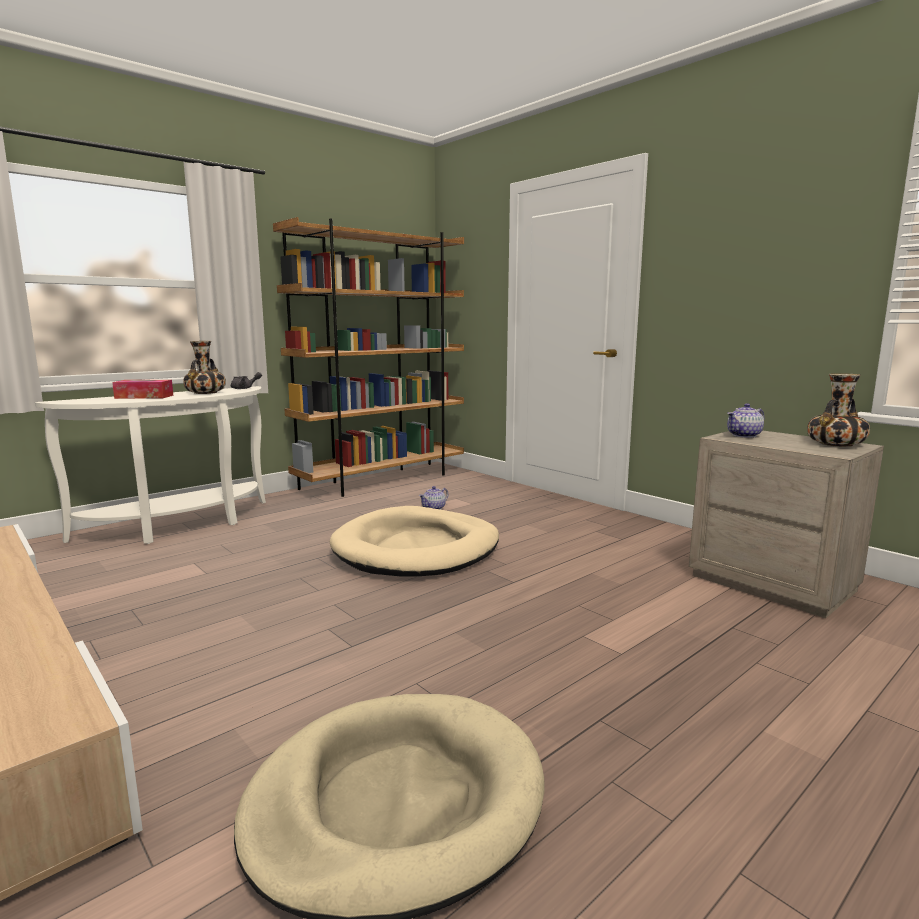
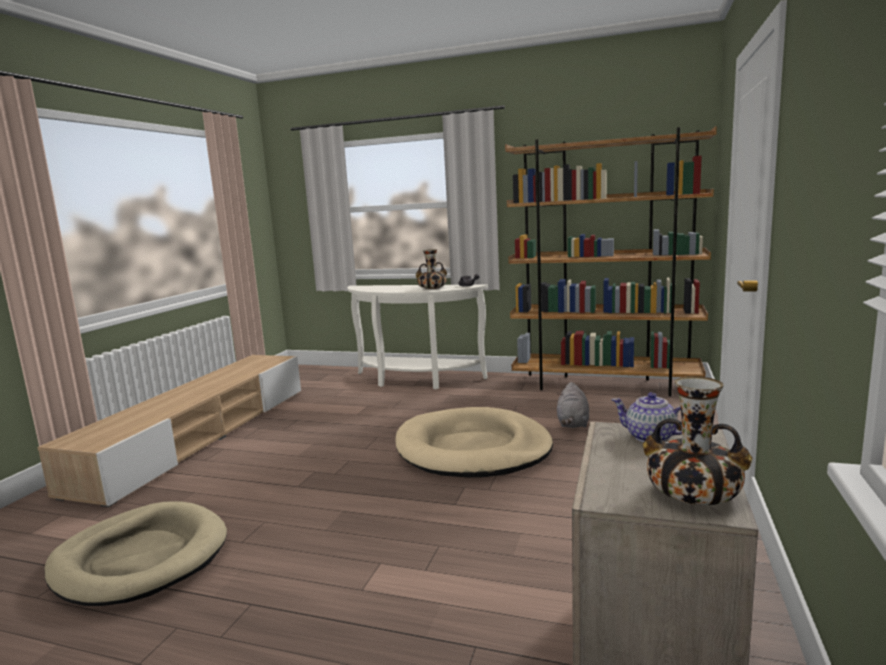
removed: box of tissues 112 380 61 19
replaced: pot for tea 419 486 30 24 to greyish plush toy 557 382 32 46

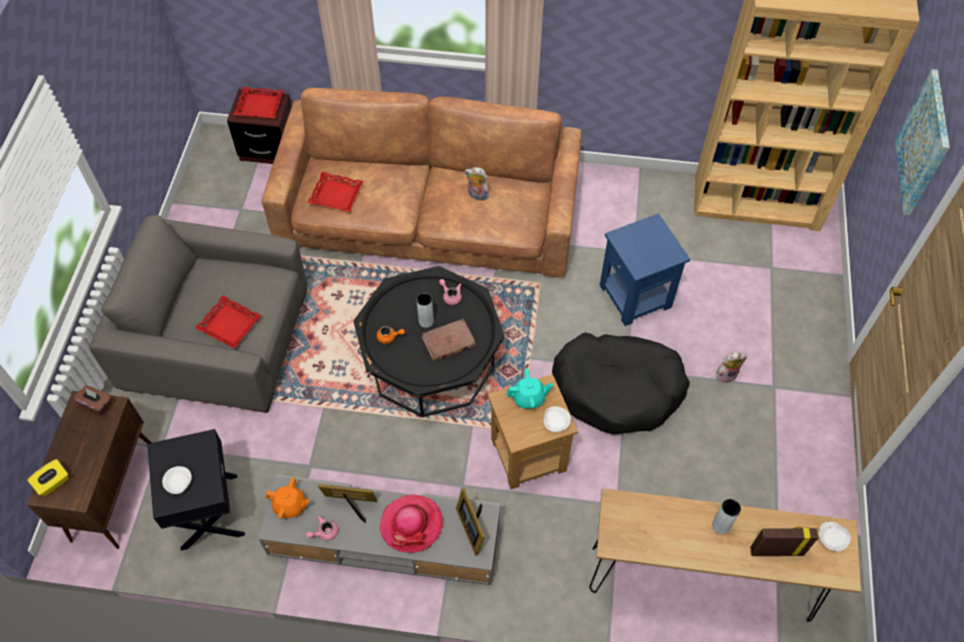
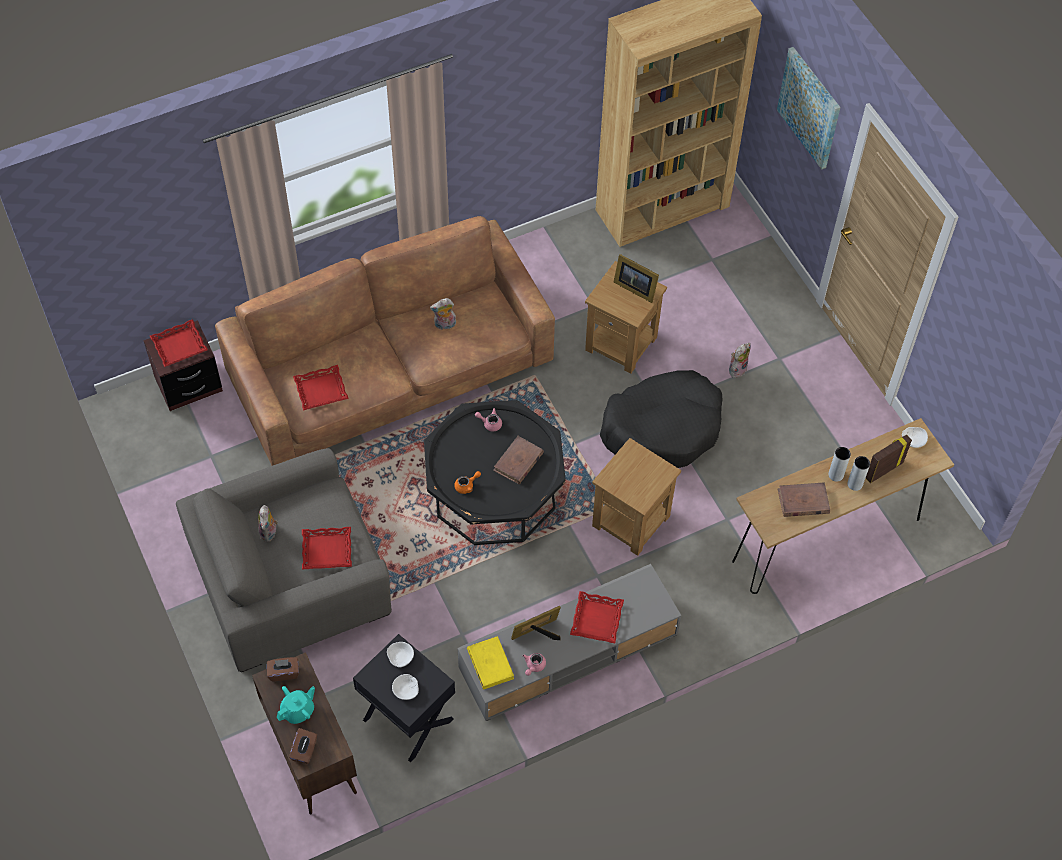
added: brown-coloured bound book 778 482 52 35; plush toy 258 505 20 37
moved: greyish flower vase 416 293 18 35 to 847 456 23 35; turquoise-coloured pot for tea 507 369 46 40 to 277 686 38 38; white serving bowl 544 406 27 26 to 387 642 27 25; photo frame 456 488 29 68 to 614 254 45 49
replaced: orange pot for tea 265 477 45 42 to yellow-coloured bound book 467 636 47 53; clothing hat 380 495 63 58 to reddish tray 570 591 54 52
recoloured: blue-coloured accent table 600 213 90 113 to brown-coloured accent table 585 261 82 113; yellow-coloured box of tissues 27 459 41 37 to brown-coloured box of tissues 289 728 28 36

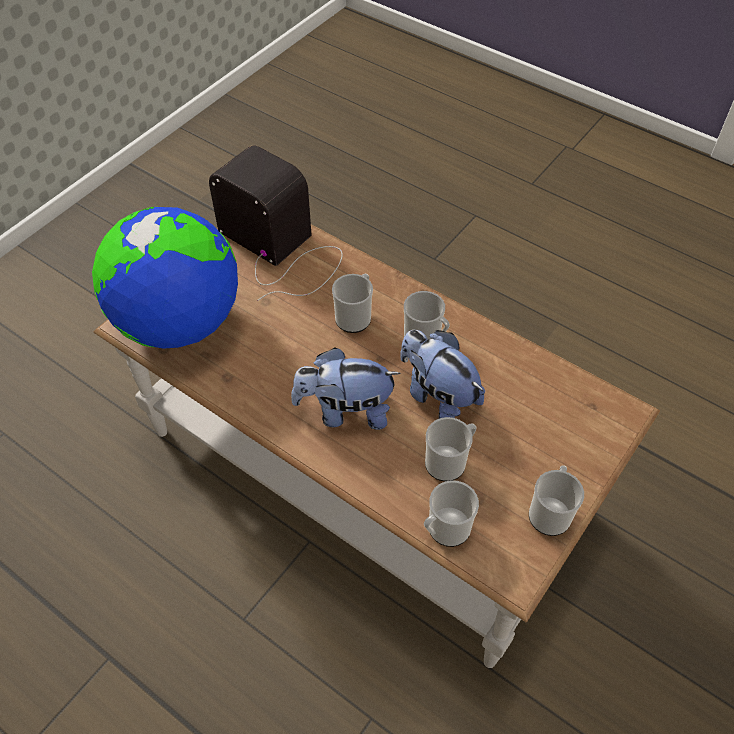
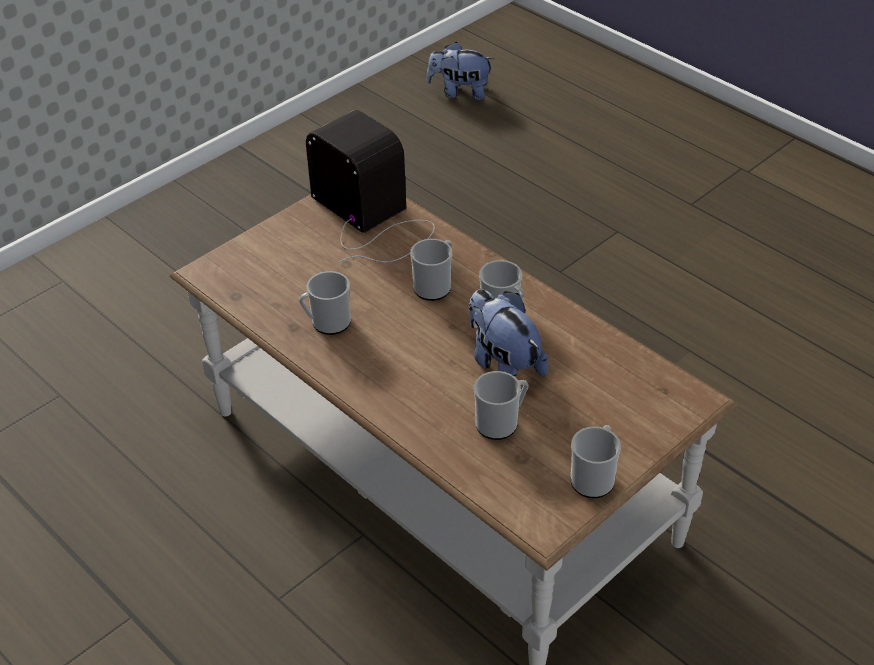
removed: globe 92 207 146 142
moved: plush toy 291 347 110 83 to 426 42 68 58; tea mug 424 480 55 67 to 299 271 52 64

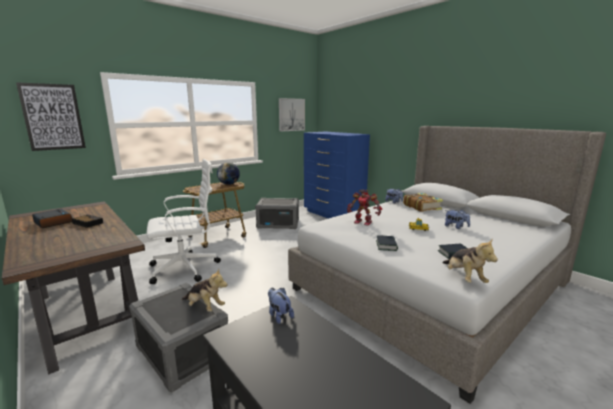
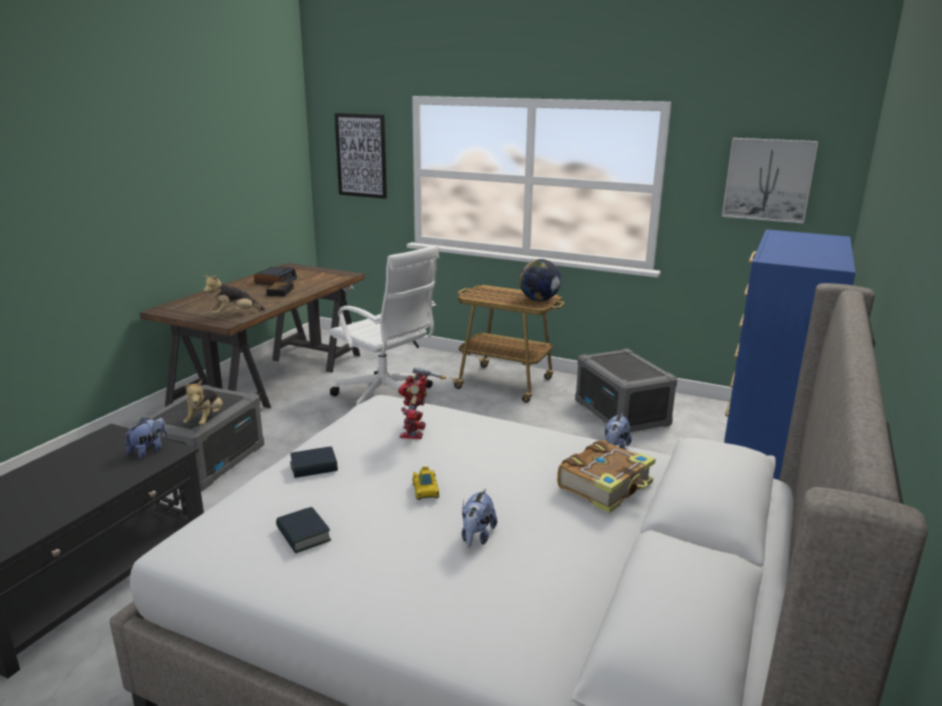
moved: plush toy 442 238 56 45 to 203 275 62 40

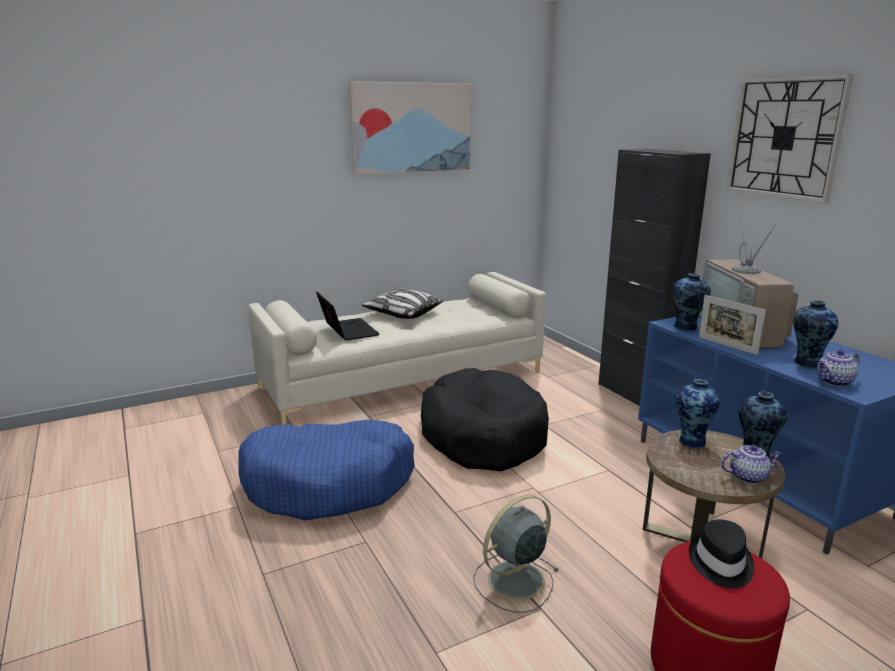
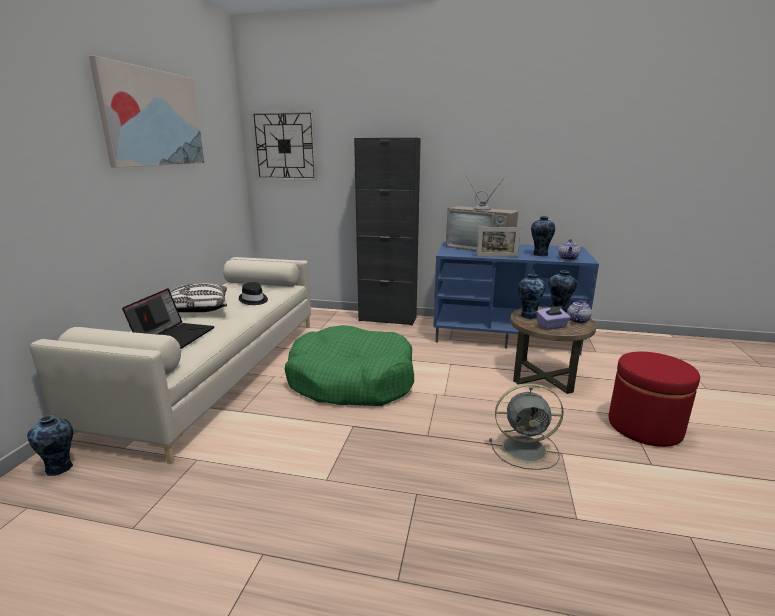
removed: blue-coloured dog cushion 238 420 177 101
added: purple box of tissues 536 306 35 24
moved: wall clock 726 74 128 129 to 250 110 67 71; flower vase 673 273 38 58 to 27 415 46 61; black-coloured clothing hat 689 519 65 70 to 239 282 29 23
recoloured: black-coloured dog cushion 421 368 128 103 to greenish dog cushion 285 325 129 81
turned: portable computer 316 292 64 49 = 122 288 93 61 90 degrees clockwise; greyish fan 473 495 86 118 = 489 383 75 87 90 degrees counterclockwise

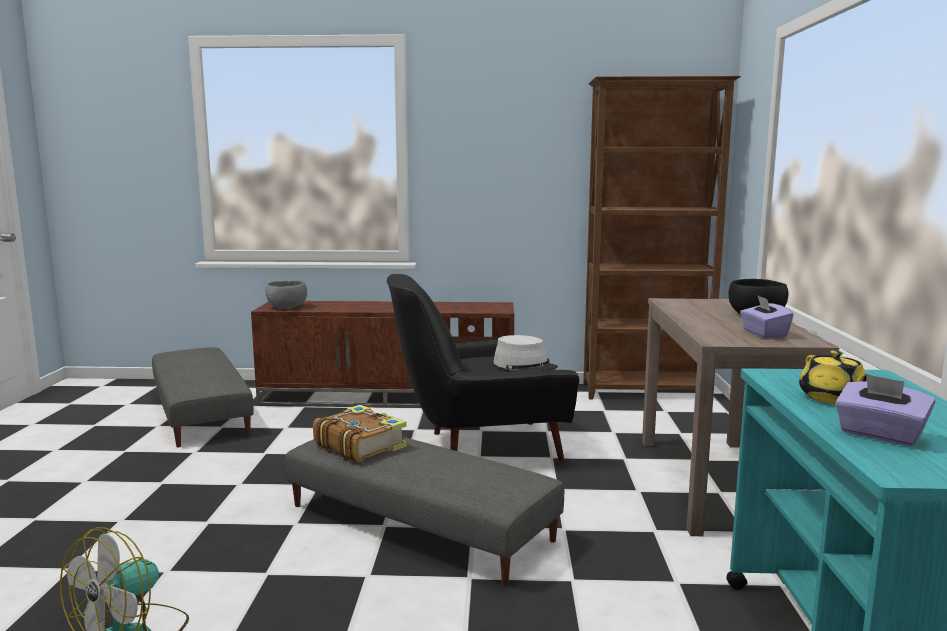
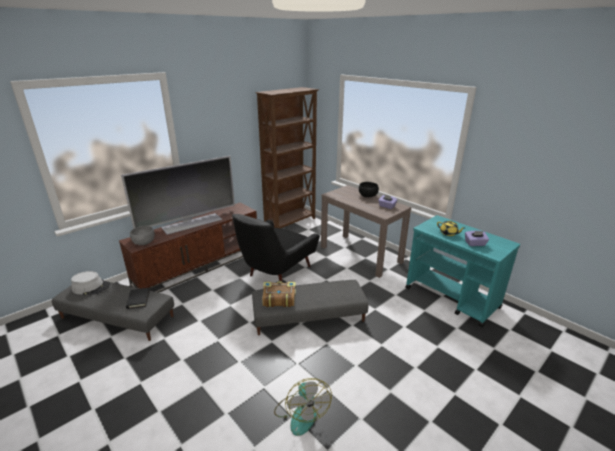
added: television 121 156 114 79; black-coloured bound book 126 288 24 21
moved: greyish clothing hat 494 335 64 37 to 71 271 39 24

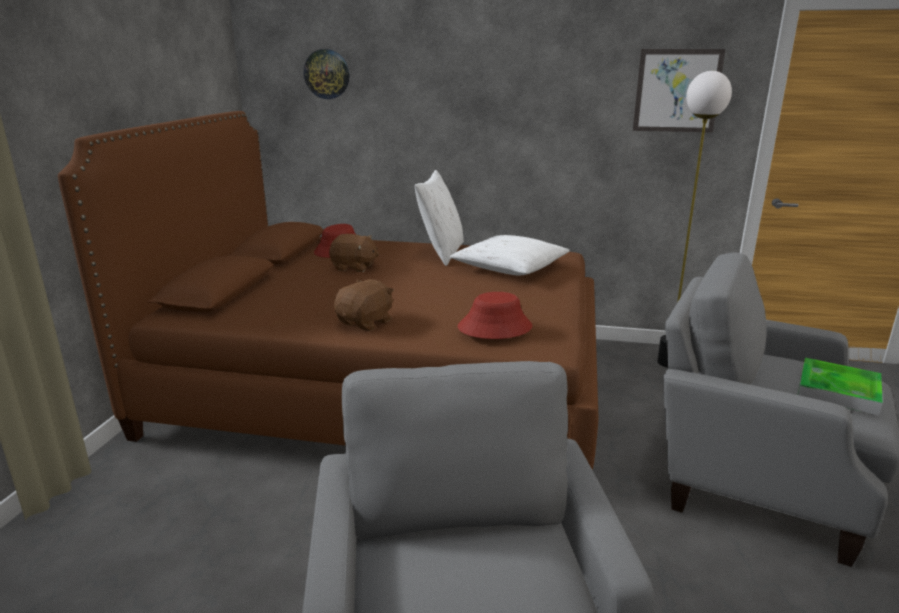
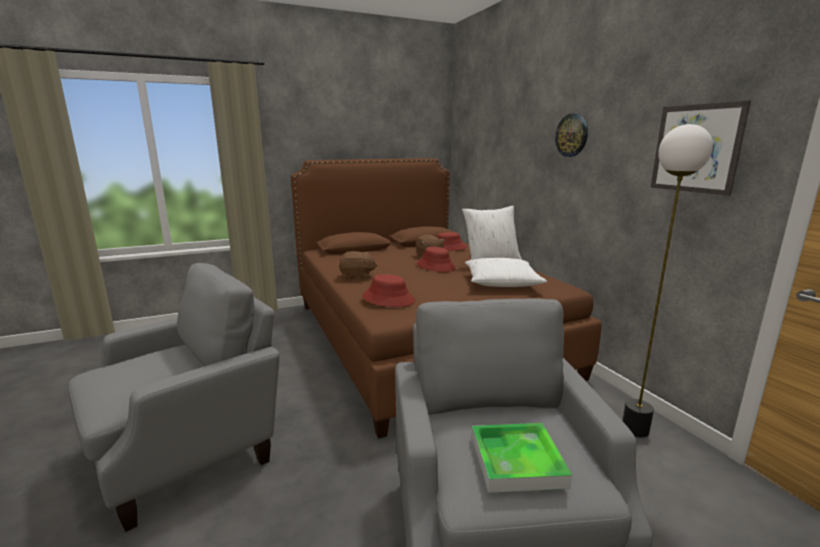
added: reddish clothing hat 417 247 39 25
moved: wall clock 304 49 45 50 to 555 114 33 43

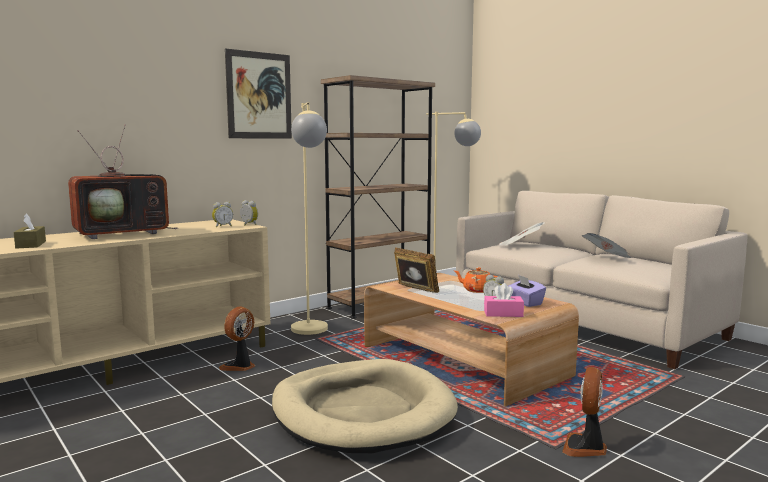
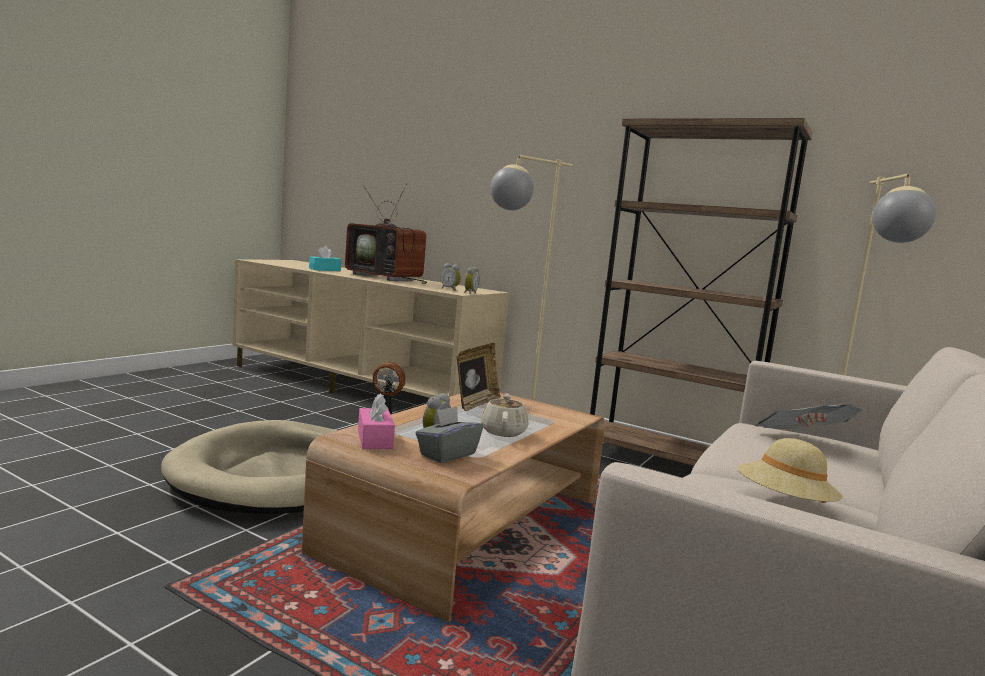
removed: wall picture 225 48 67 91; fan 562 367 45 90
replaced: newspaper 582 233 50 25 to sand-coloured clothing hat 737 438 105 65
recoloured: brown-coloured box of tissues 14 214 32 35 to turquoise-coloured box of tissues 309 246 33 25; orange pot for tea 454 268 44 25 to sand-coloured pot for tea 481 393 48 44; purple box of tissues 508 275 38 32 to greyish box of tissues 416 406 67 57

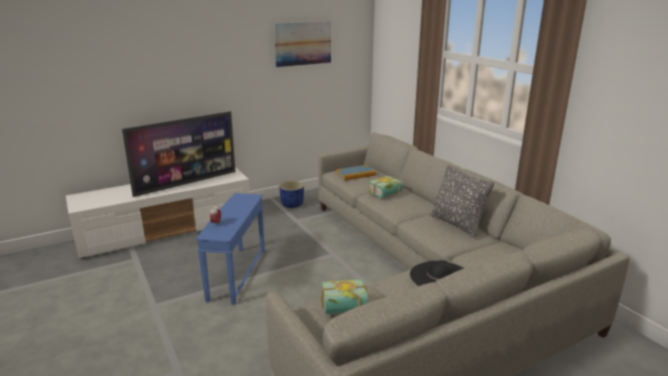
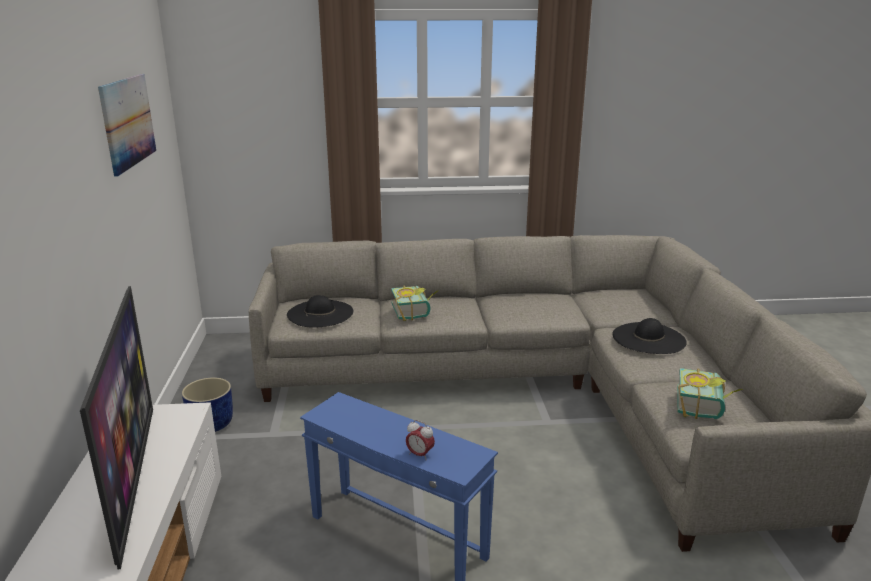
removed: greyish throw pillow 431 165 63 73
replaced: bound book 336 165 40 16 to black-coloured clothing hat 287 295 66 33

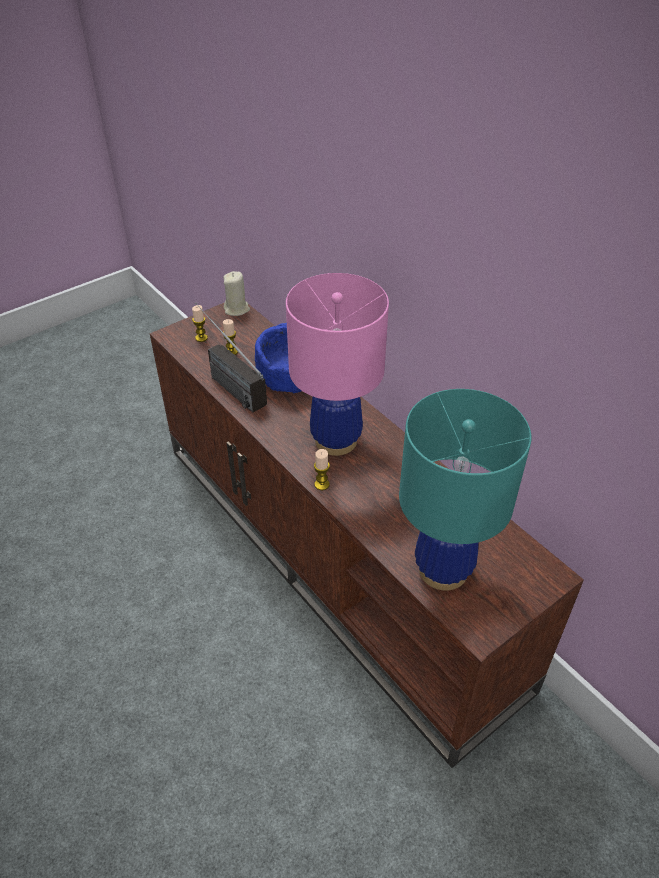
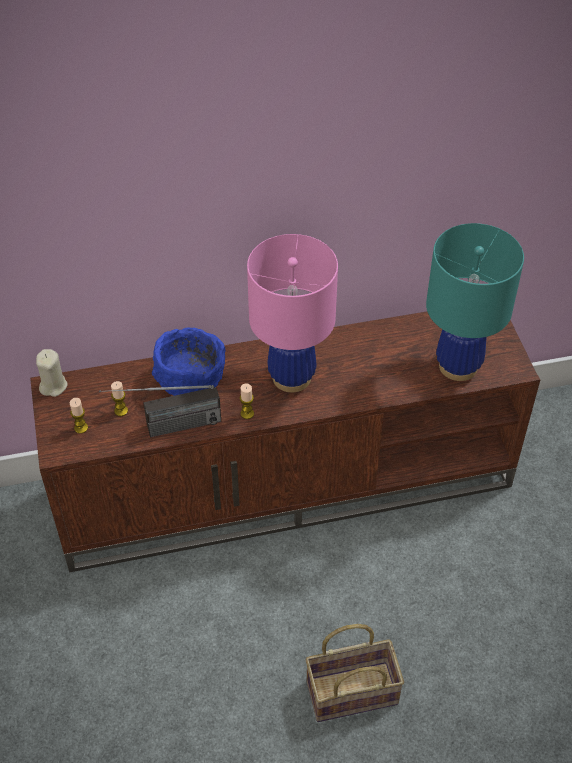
added: storage basket 306 624 98 98
moved: candle 314 449 16 41 to 240 383 14 36

